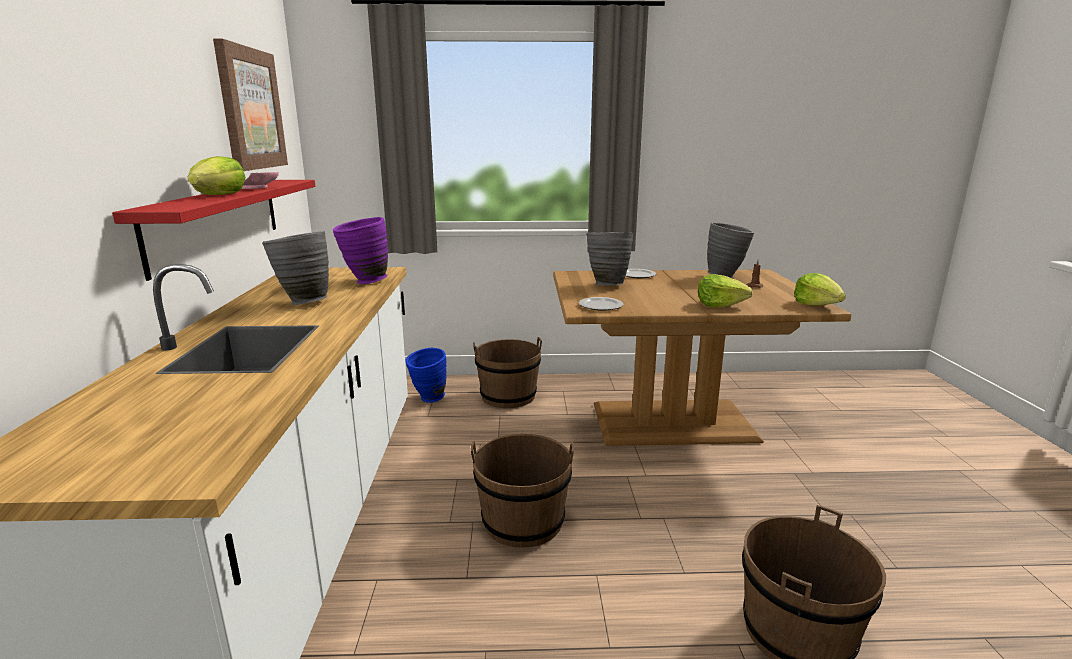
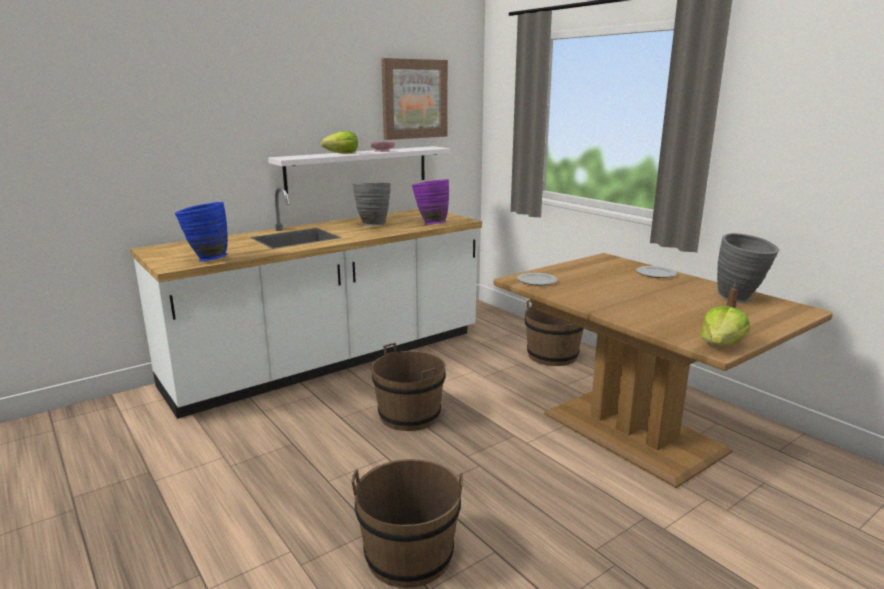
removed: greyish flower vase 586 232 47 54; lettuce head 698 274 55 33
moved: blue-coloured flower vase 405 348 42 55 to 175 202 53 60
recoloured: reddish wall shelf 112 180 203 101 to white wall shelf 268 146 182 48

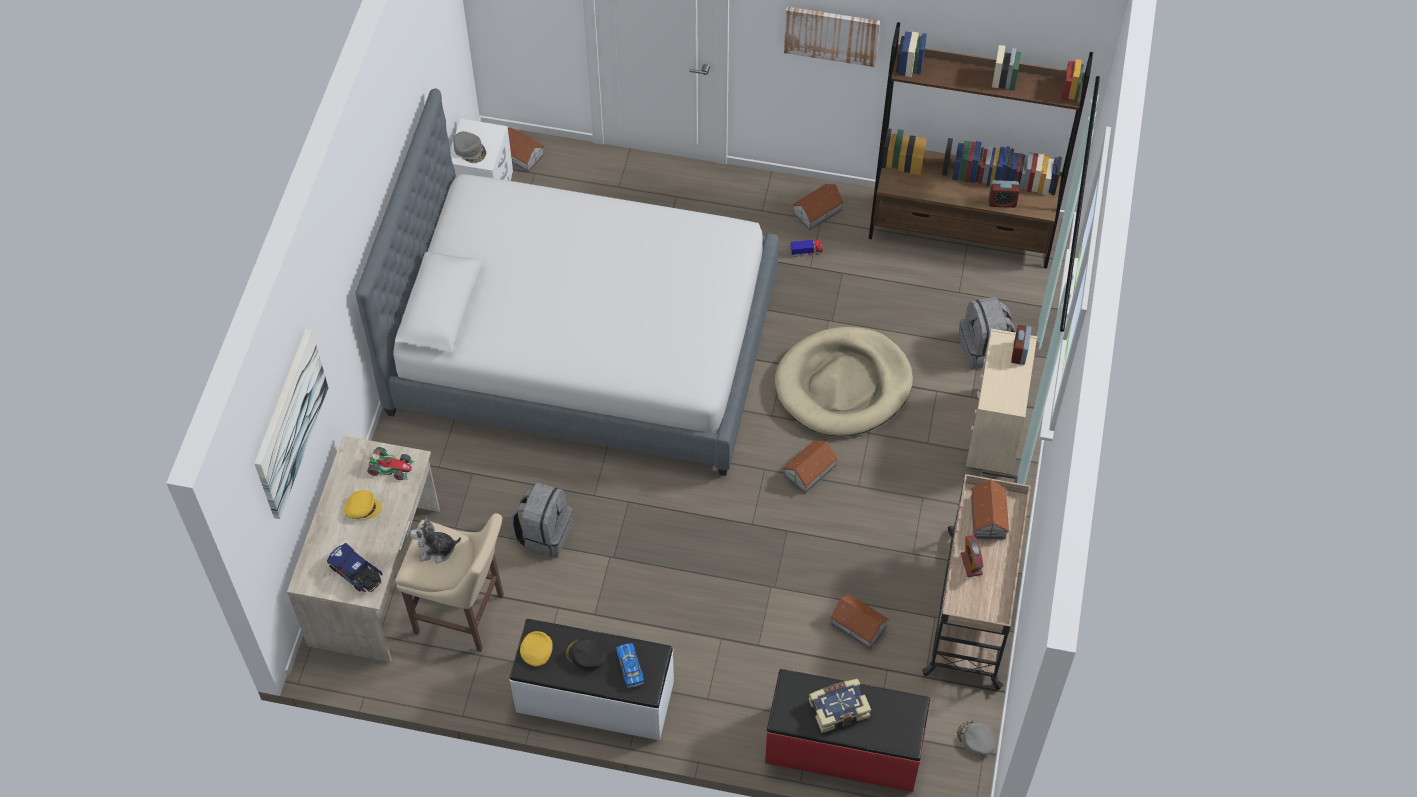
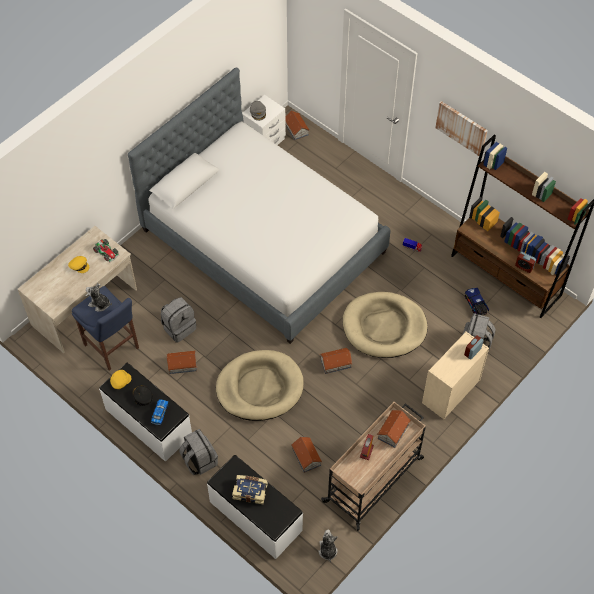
removed: wall picture 254 329 74 190
added: sand-coloured dog cushion 216 350 88 71; greyish rucksack 179 429 39 46
moved: toy house 792 184 52 46 to 167 351 30 23; model truck 327 543 55 49 to 465 288 24 28
replaced: greyish cap 957 721 39 35 to plush toy 318 530 20 32
recoloured: sand-coloured stool seat 395 513 109 139 to blue-coloured stool seat 72 286 67 85; reddish long seat 765 669 166 123 to white long seat 207 455 96 104

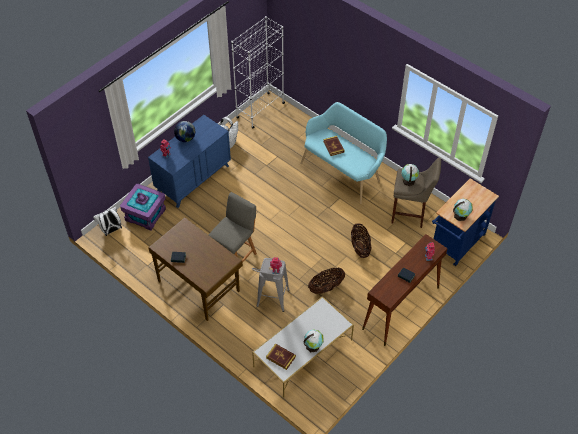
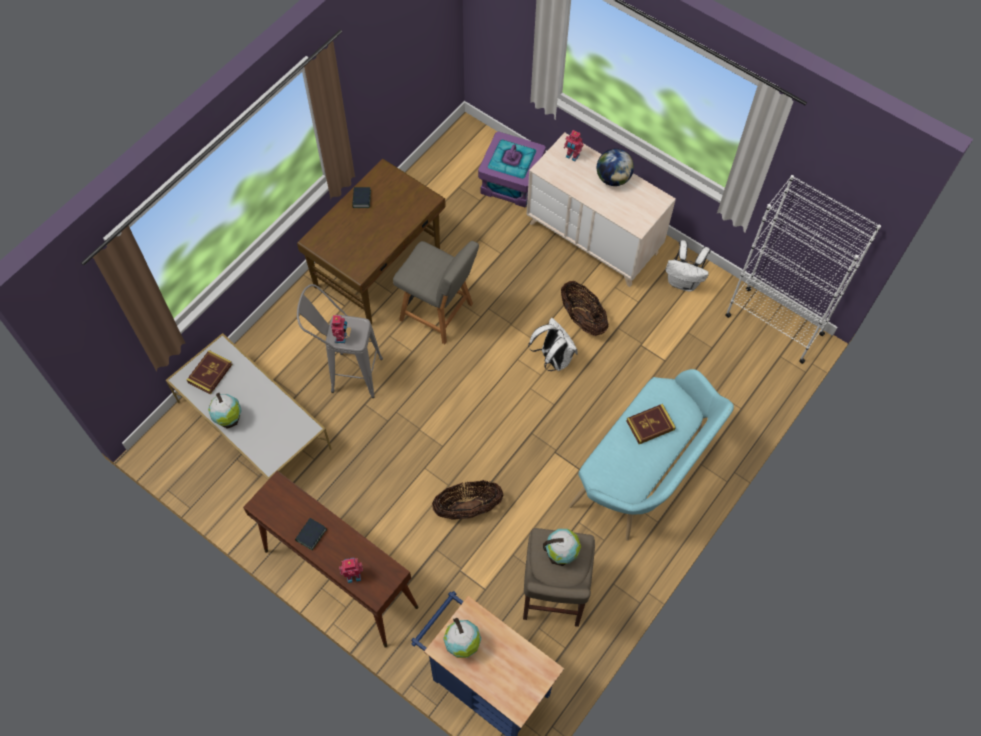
moved: white rucksack 93 207 29 29 to 528 318 50 53; storage basket 308 268 37 26 to 561 281 48 55
recoloured: blue-coloured dresser 148 115 83 93 to sand-coloured dresser 526 132 150 155

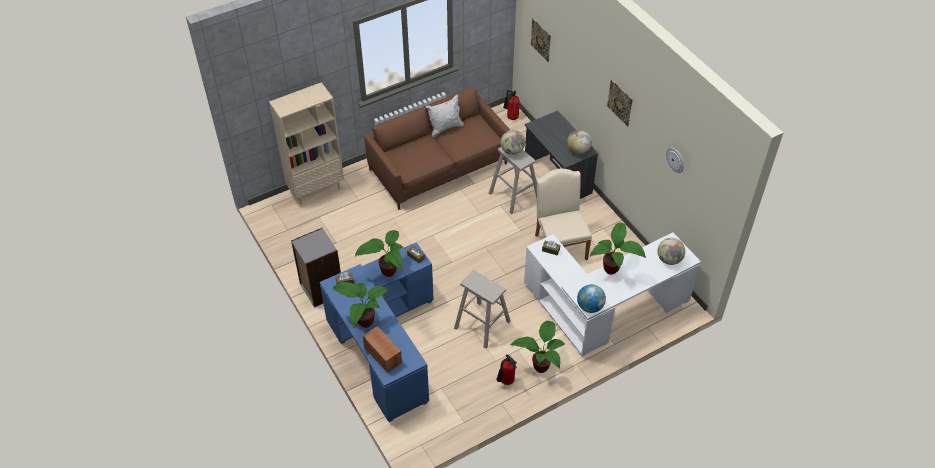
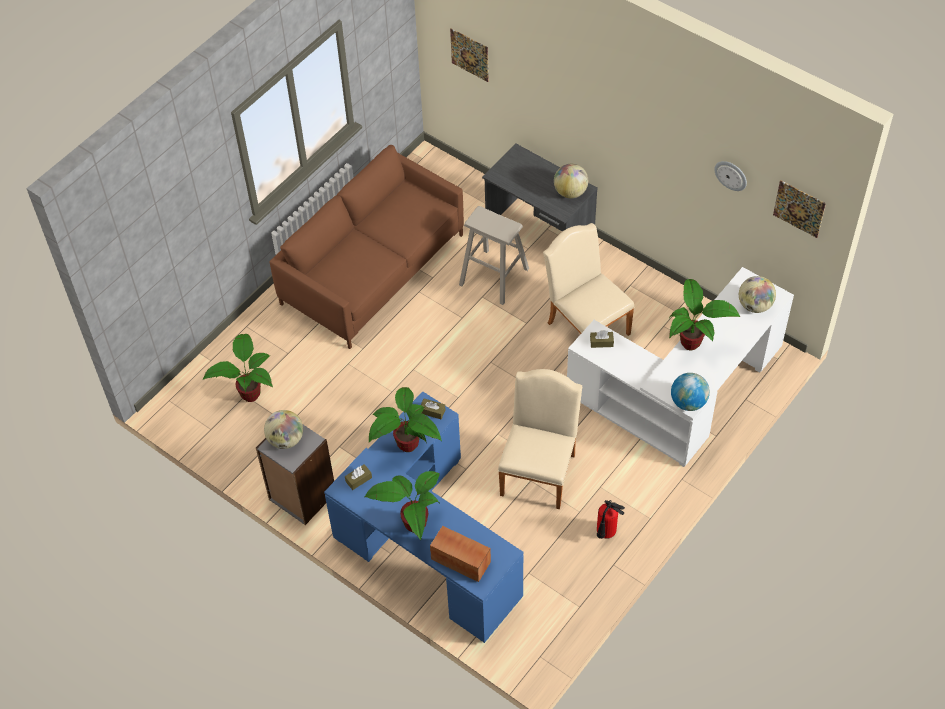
removed: sand-coloured shelving unit 269 82 75 123; fire-fighting cylinder 503 90 17 30; white throw pillow 426 94 38 43
moved: wall picture 607 79 26 48 to 773 180 53 58; globe 501 130 24 25 to 264 410 39 39; potted plant 511 321 54 52 to 203 334 70 68
replaced: sand-coloured stool seat 454 270 57 79 to sand-coloured plain chair 498 369 84 140

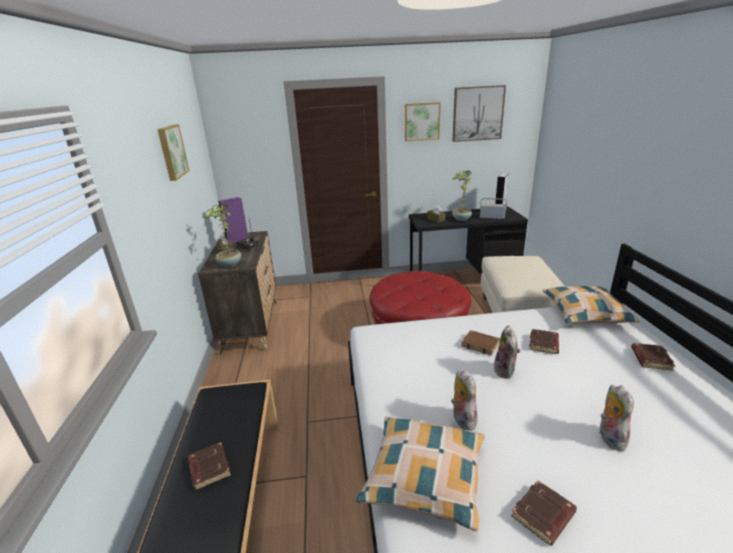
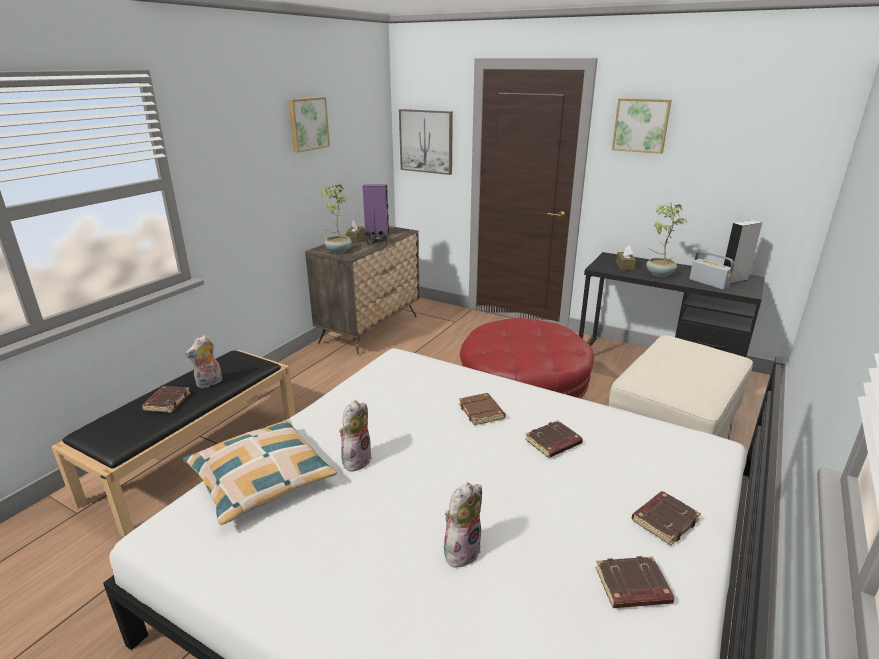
removed: throw pillow 542 286 98 38
moved: wall picture 453 85 53 57 to 399 109 54 66; plush toy 494 325 27 54 to 185 335 37 53; brown-coloured bound book 511 480 66 66 to 595 556 79 52

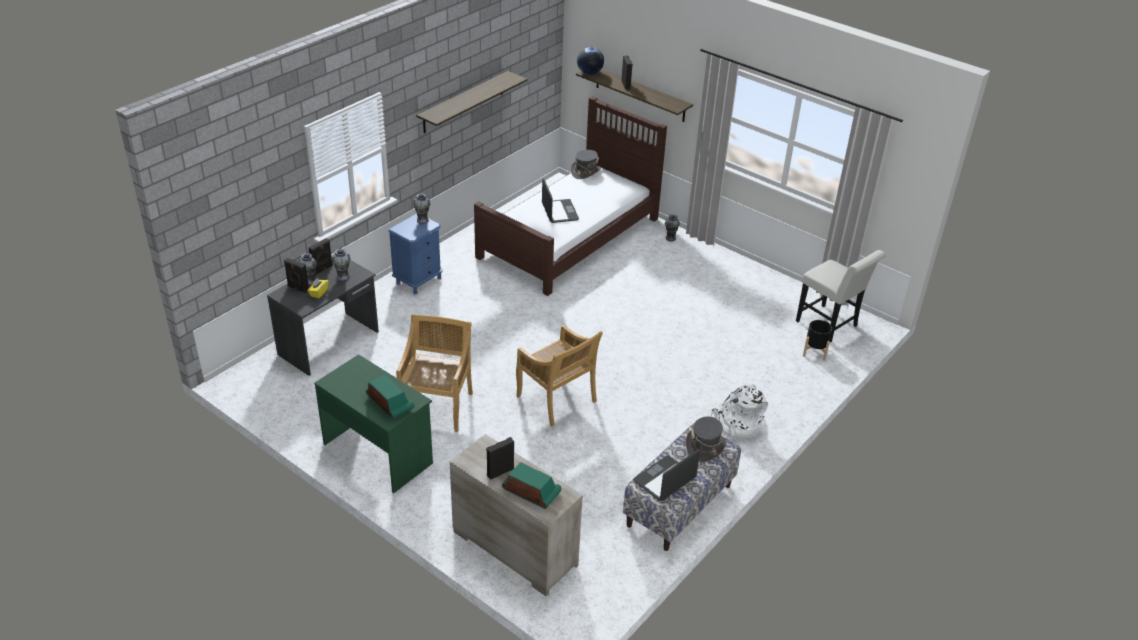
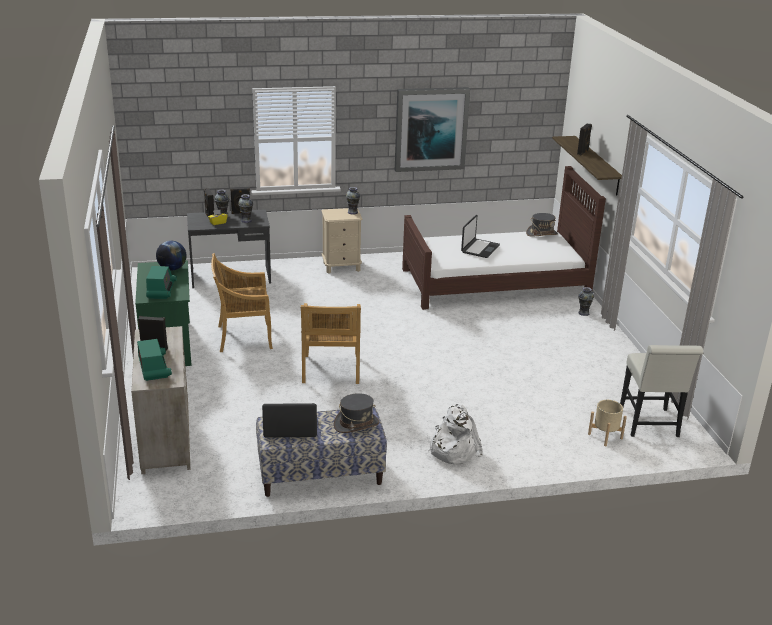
moved: globe 577 47 27 28 to 156 240 30 31
replaced: wall shelf 416 71 112 62 to wall picture 395 87 75 85
recoloured: blue-coloured night table 388 214 55 80 to sand-coloured night table 322 208 41 65; black-coloured flower pot 803 320 29 41 to sand-coloured flower pot 588 400 39 46
turned: sand-coloured plain chair 396 314 77 118 = 211 253 62 99 150 degrees counterclockwise

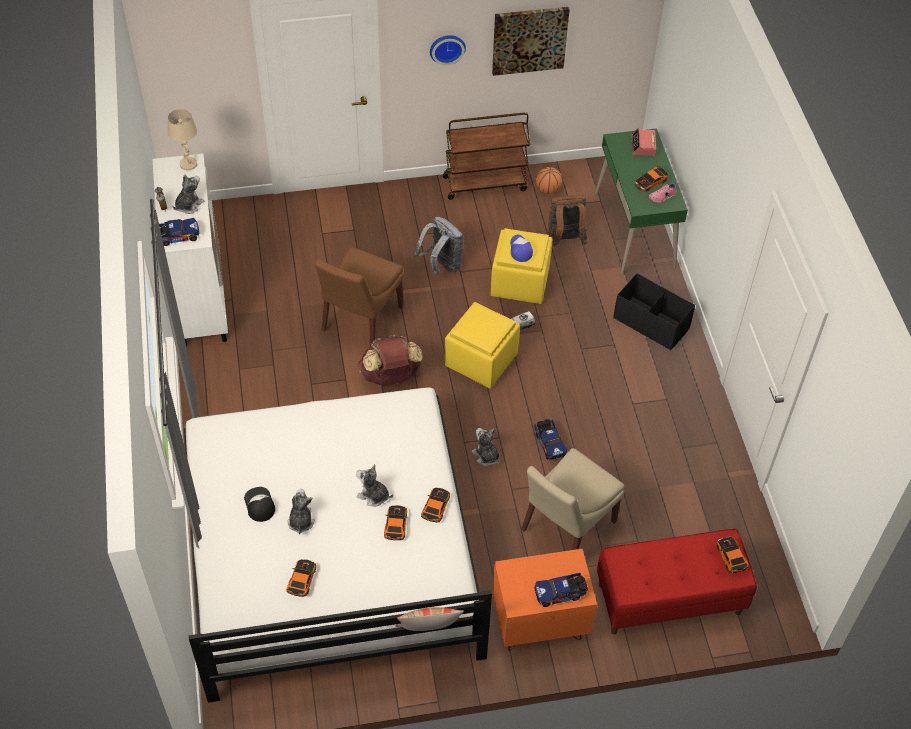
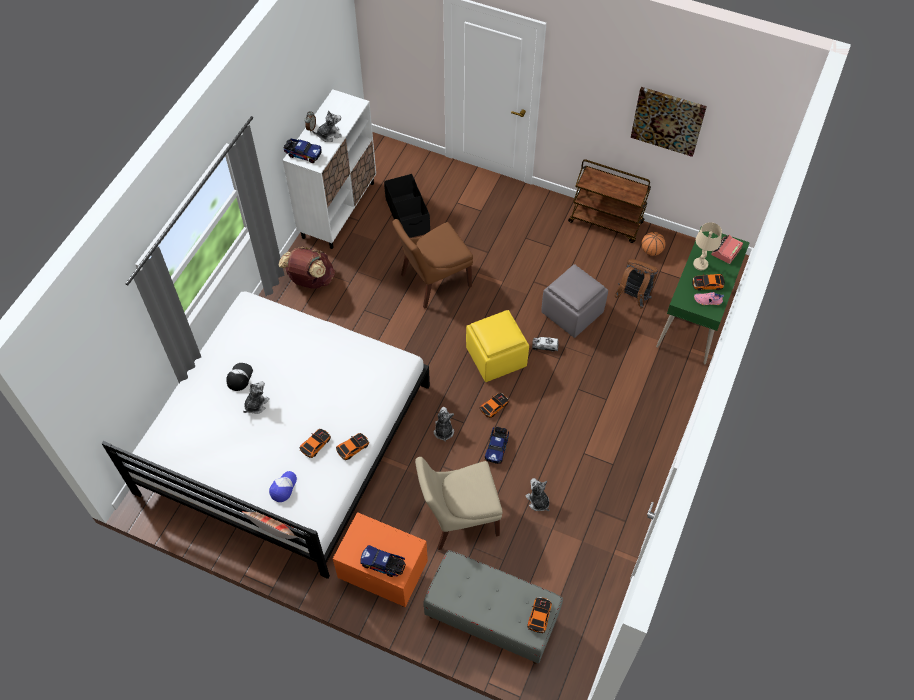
removed: wall clock 430 35 36 30; greyish rucksack 415 217 49 58
moved: sand-coloured tabletop lamp 168 109 29 61 to 693 222 29 48; cap 510 235 23 27 to 269 471 28 31; black-coloured storage bin 613 273 82 78 to 384 174 46 64; brown-coloured rucksack 358 335 65 51 to 279 246 56 43; plush toy 356 464 37 43 to 525 478 24 33; toy car 287 559 29 38 to 480 393 29 25
recoloured: yellow-coloured ottoman 491 228 61 76 to greyish ottoman 541 265 67 73; reddish long seat 597 529 160 105 to greyish long seat 423 550 140 114

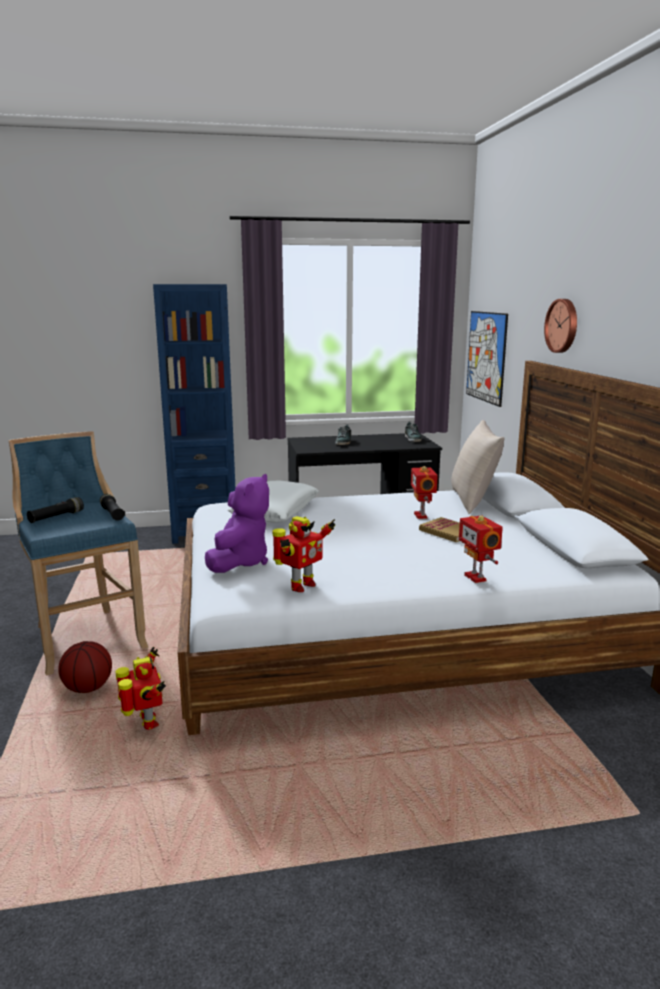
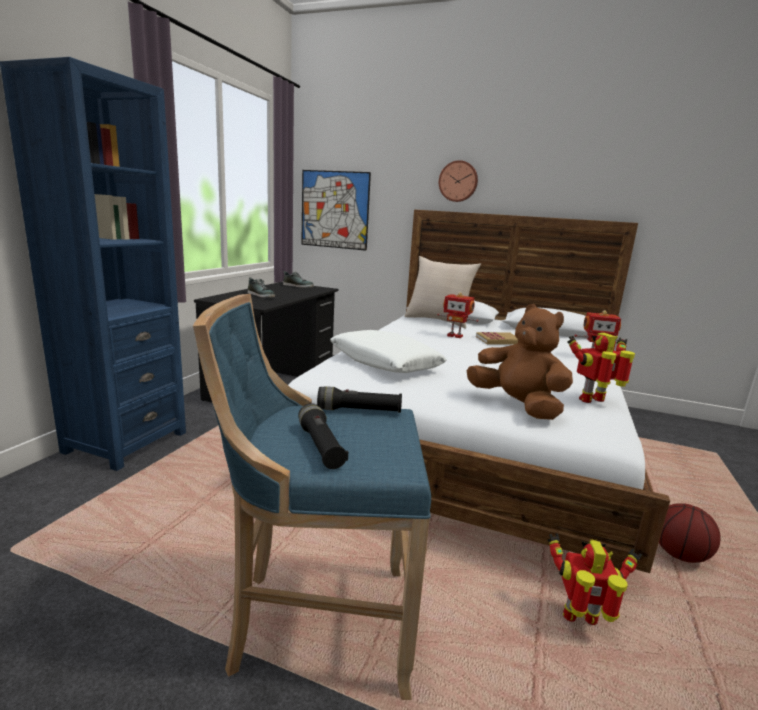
moved: ball for basketball 58 641 54 52 to 659 503 61 60
recoloured: purple plush toy 205 474 64 99 to brown-coloured plush toy 467 304 106 116
turned: toy robot 273 516 63 76 = 567 333 68 70 90 degrees counterclockwise

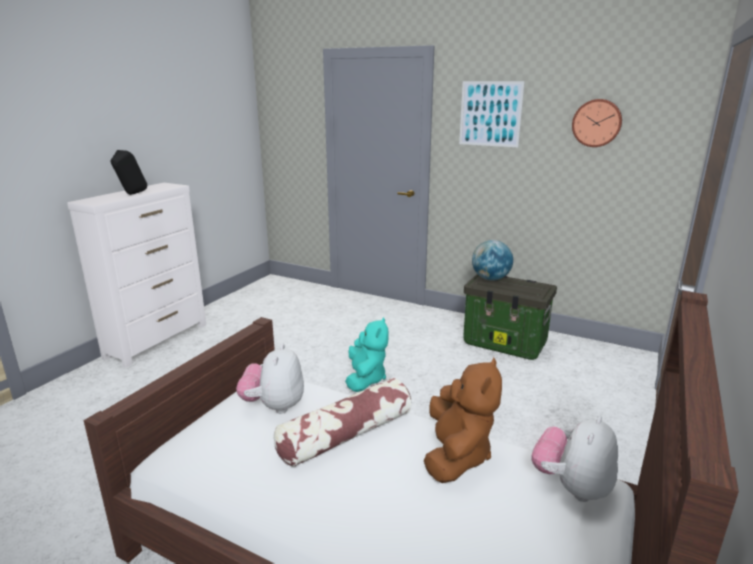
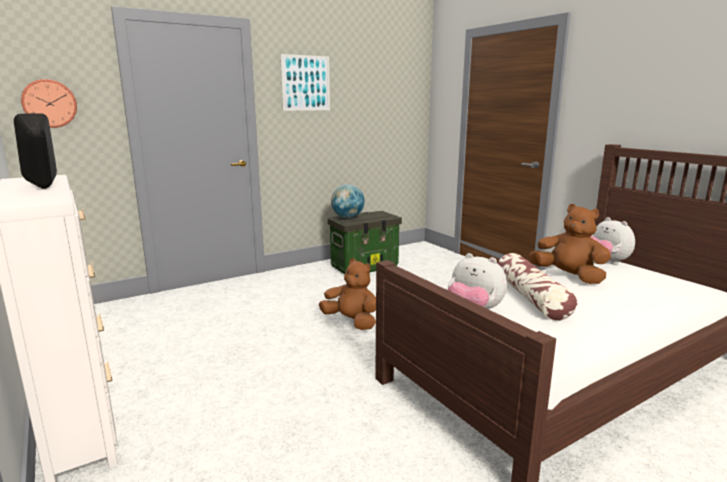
moved: wall clock 572 99 50 48 to 21 79 56 49
recoloured: turquoise-coloured plush toy 345 317 44 75 to brown-coloured plush toy 319 258 57 72

